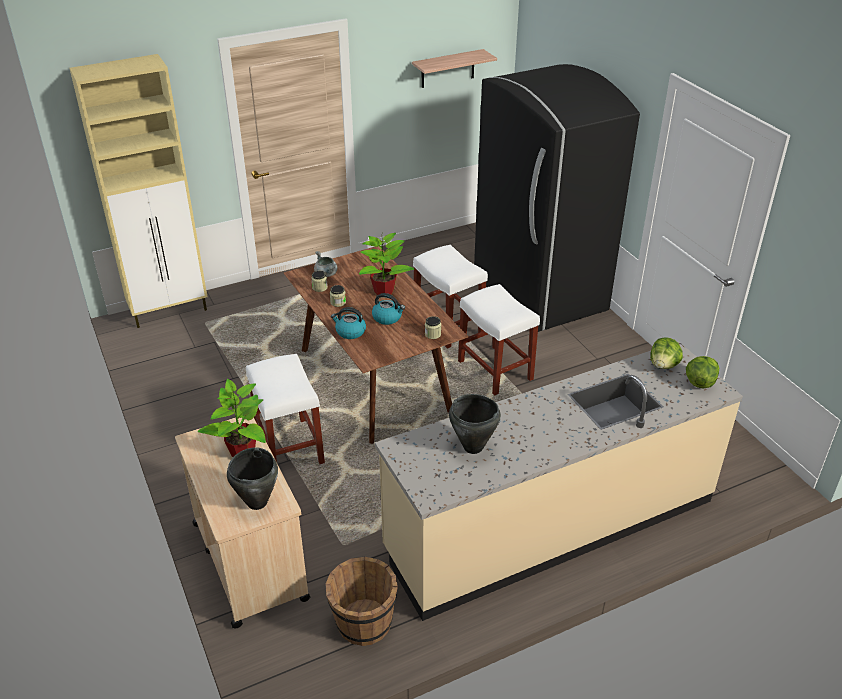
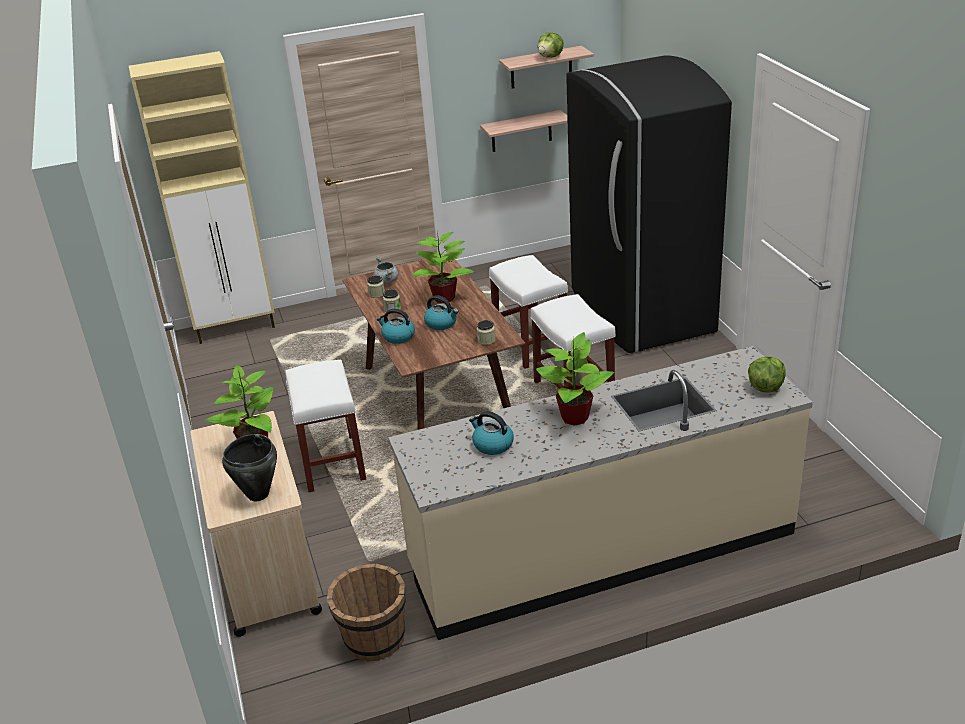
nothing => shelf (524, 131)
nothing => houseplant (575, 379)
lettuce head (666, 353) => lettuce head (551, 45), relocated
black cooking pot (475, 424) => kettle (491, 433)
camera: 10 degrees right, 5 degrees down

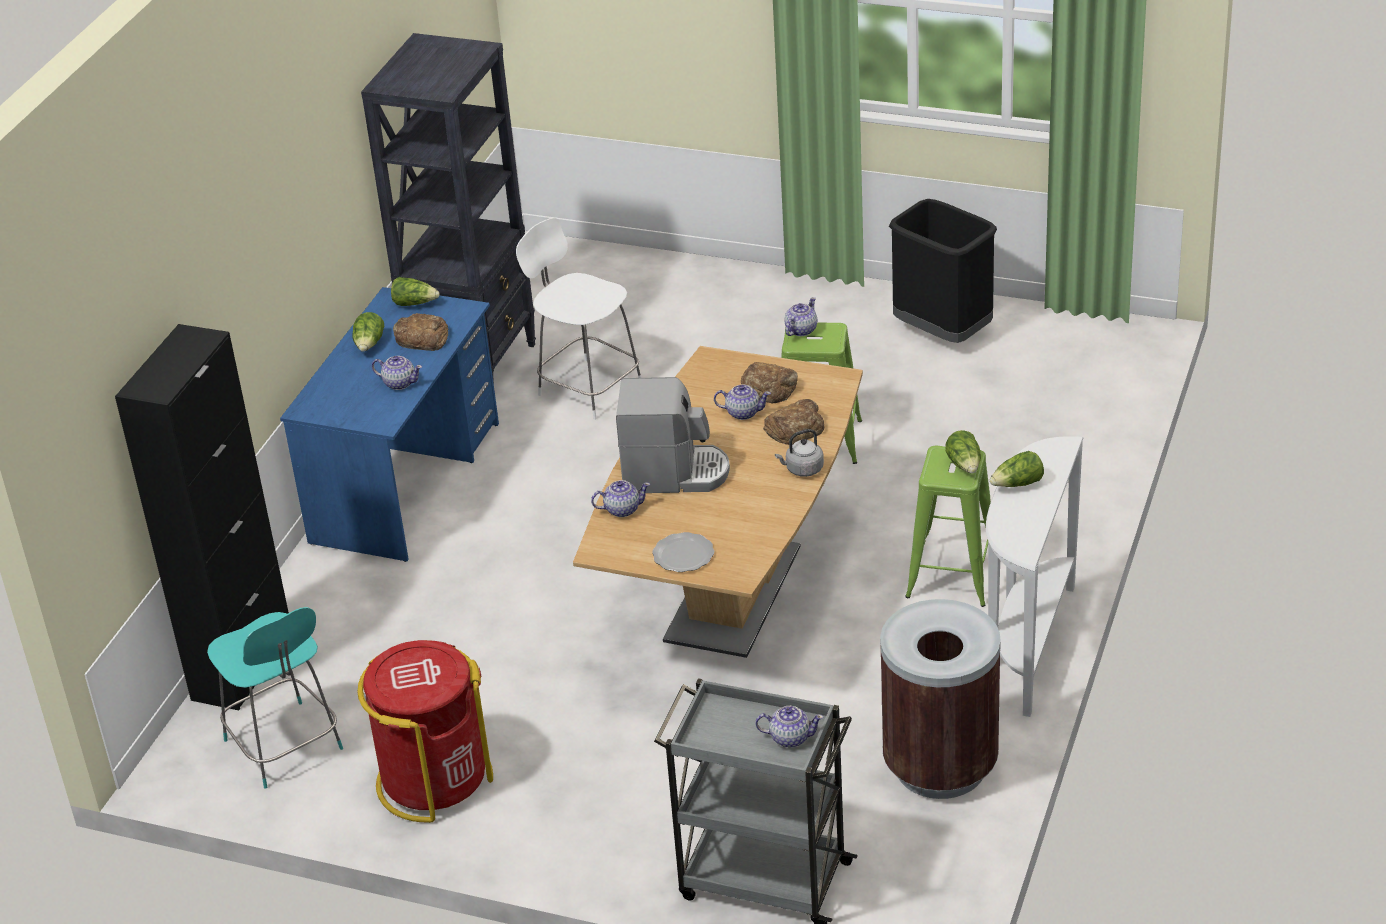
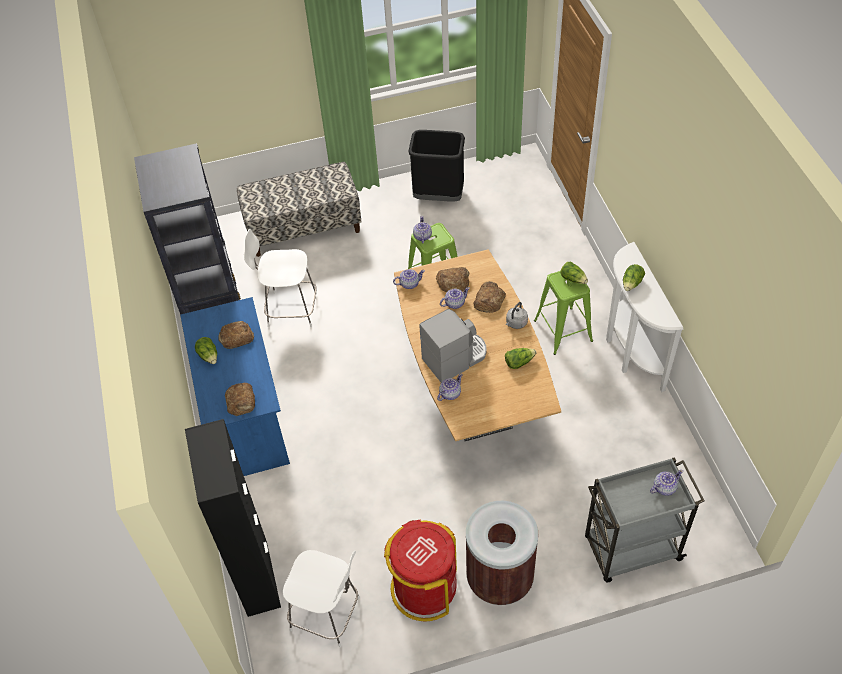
flat dish (683, 552) => nothing
nothing => bread (240, 399)
nothing => long seat (299, 209)
tea pot (397, 373) => tea pot (409, 279), relocated
lettuce head (415, 291) => lettuce head (520, 358), relocated
brownish trash can (940, 699) => brownish trash can (502, 553), relocated
blue-green plain chair (275, 698) => whitish plain chair (321, 598)
camera: 35 degrees left, 15 degrees up

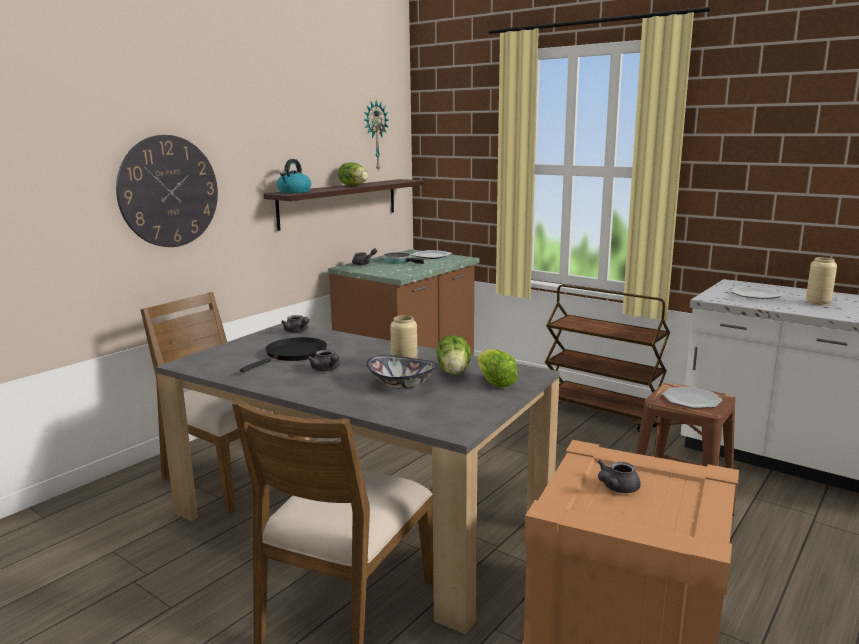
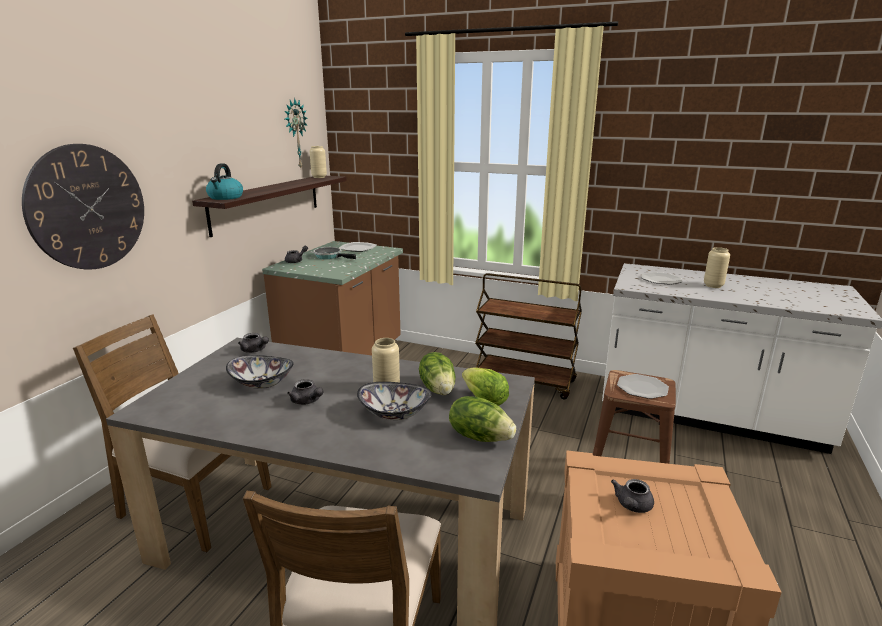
nothing => beige vase (318, 162)
lettuce head (353, 174) => lettuce head (482, 419), relocated
black frying pan (283, 354) => serving bowl (260, 372)
camera: 15 degrees left, 5 degrees up

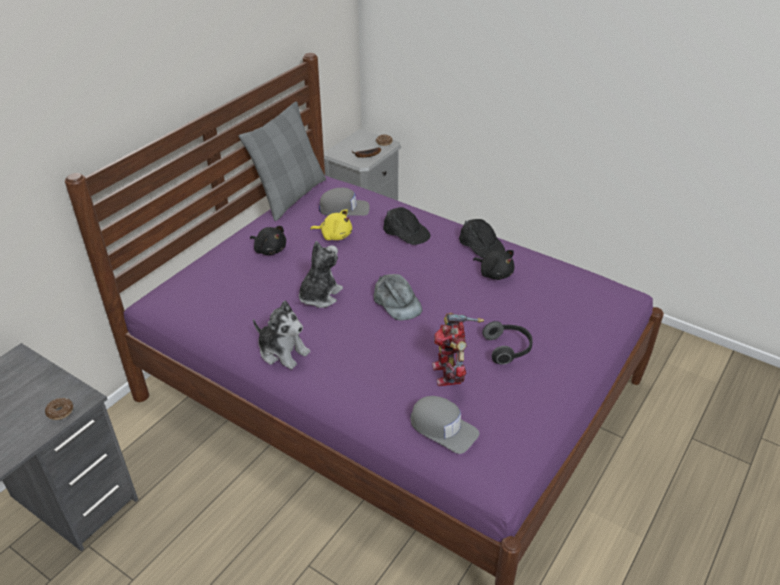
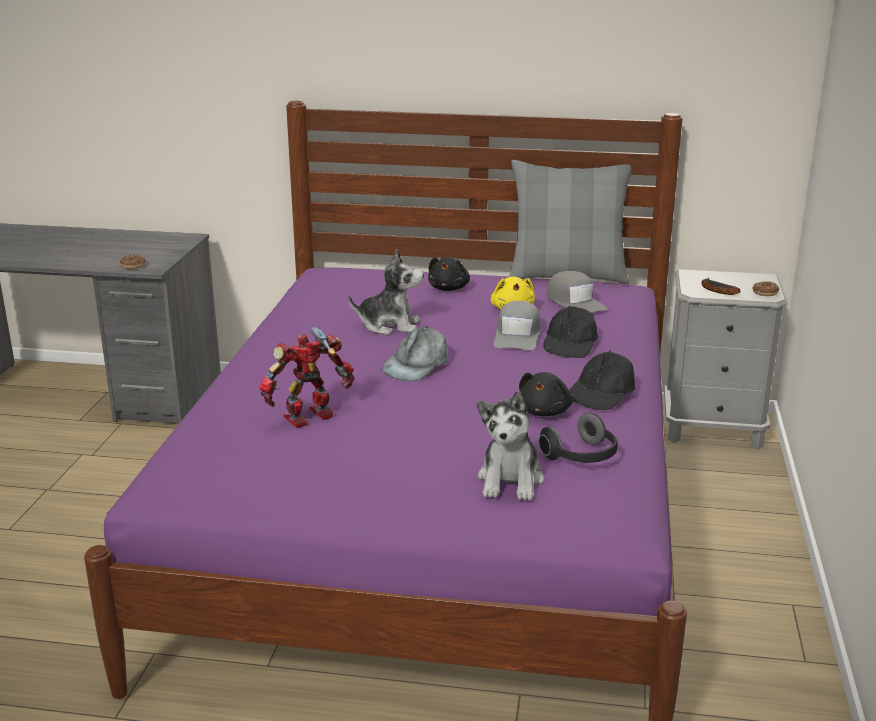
cuddly toy (281, 335) => cuddly toy (510, 445), relocated
grey baseball cap (444, 425) => grey baseball cap (517, 325), relocated
pair of headphones (507, 342) => pair of headphones (578, 438), relocated
camera: 65 degrees right, 15 degrees down

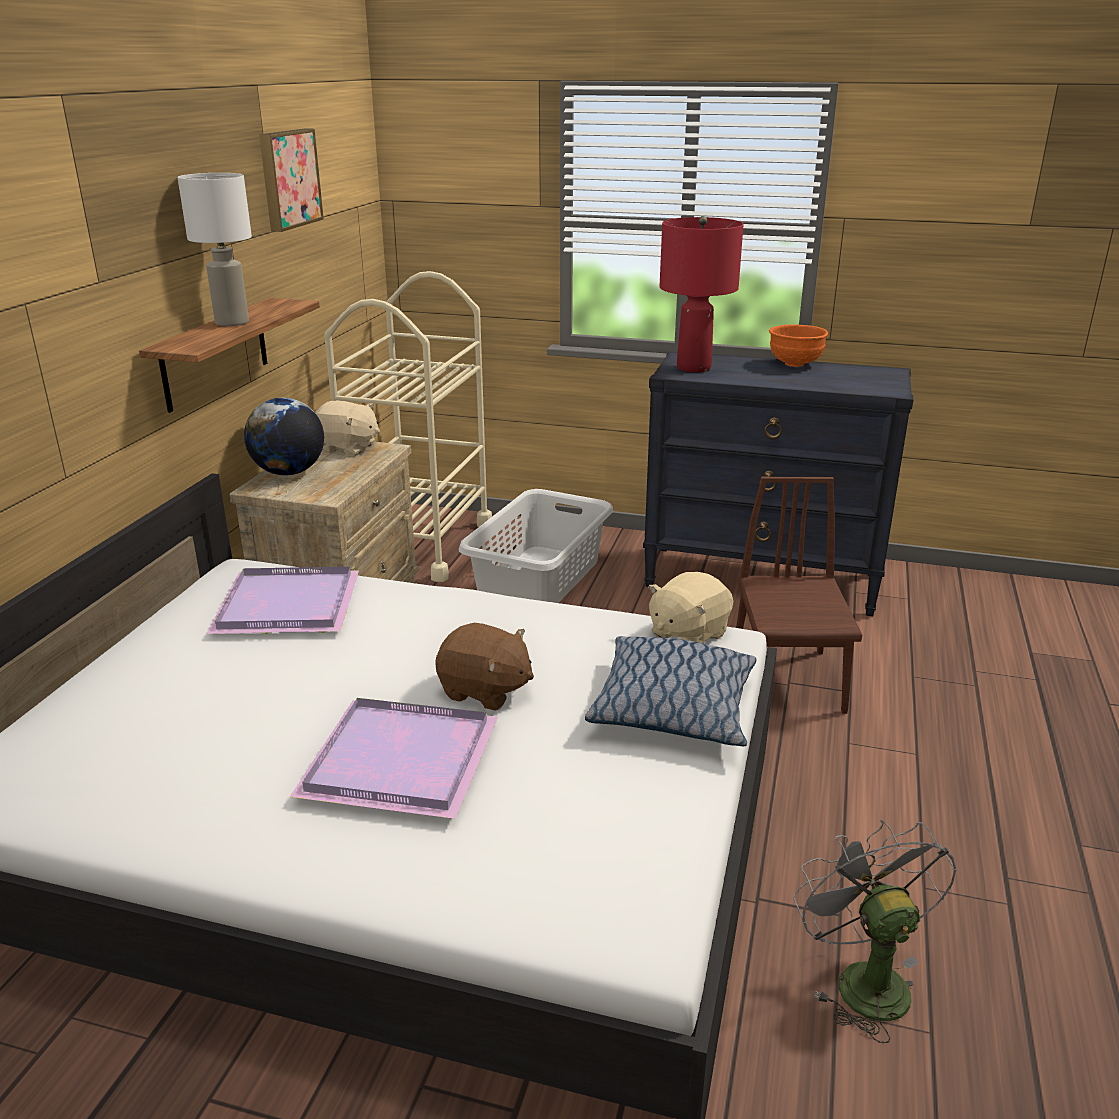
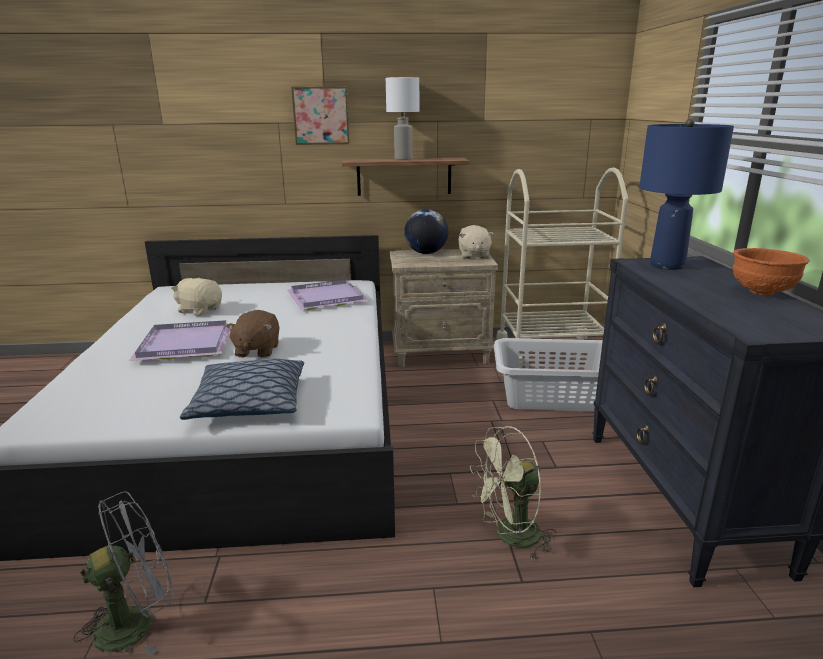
wall art (291, 180) => wall art (320, 115), relocated
beige cuddly toy (690, 608) => beige cuddly toy (196, 296), relocated
brownish plain chair (799, 595) => greenish fan (513, 493)
red-coloured lamp for a table (701, 294) => blue lamp for a table (686, 194)
camera: 70 degrees right, 5 degrees down

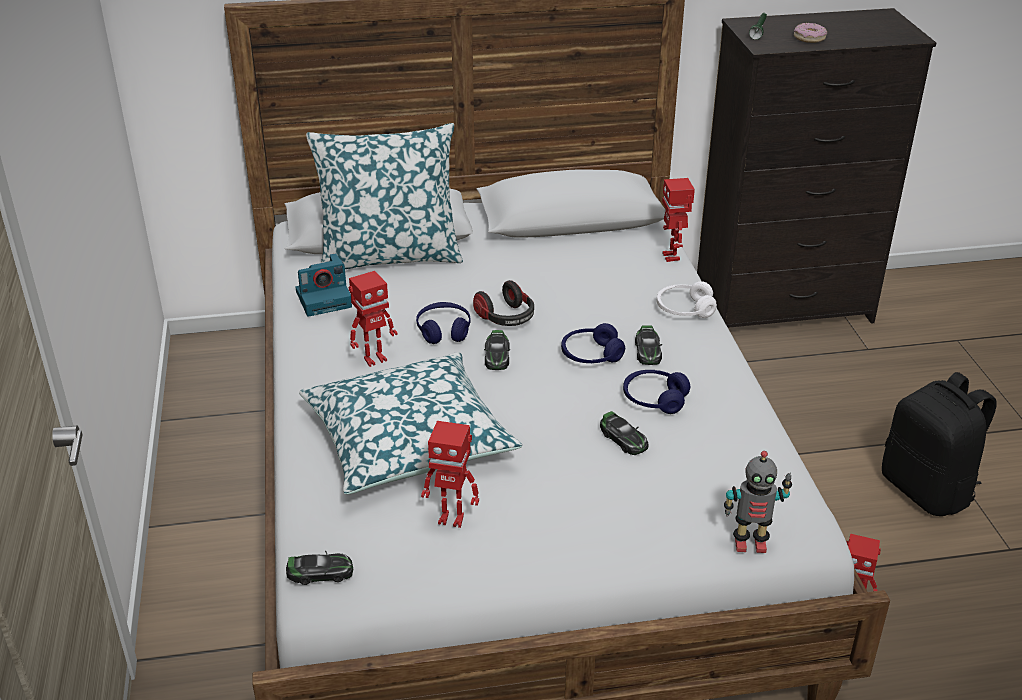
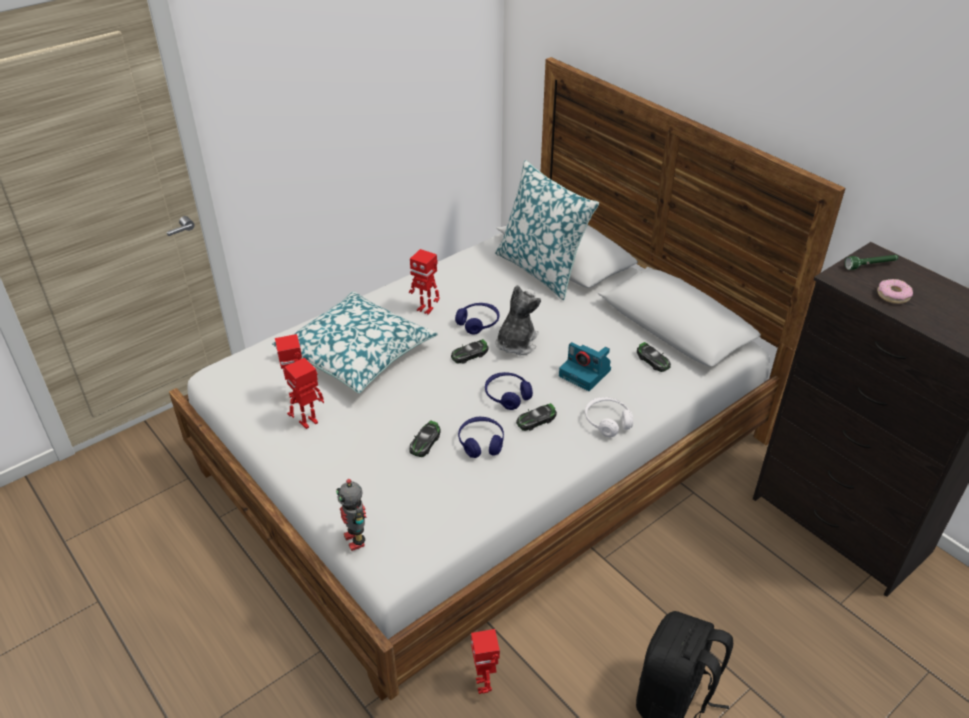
model car (319, 568) => model car (654, 357), relocated
still camera (324, 285) => still camera (585, 366), relocated
toy robot (678, 220) => toy robot (304, 393), relocated
pair of headphones (503, 303) => cuddly toy (518, 320)
camera: 60 degrees right, 5 degrees up

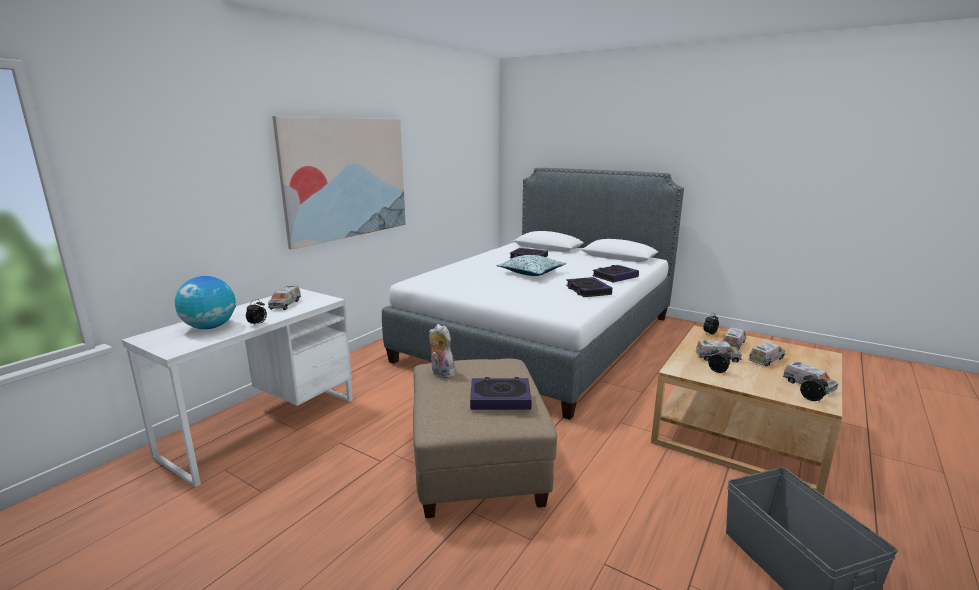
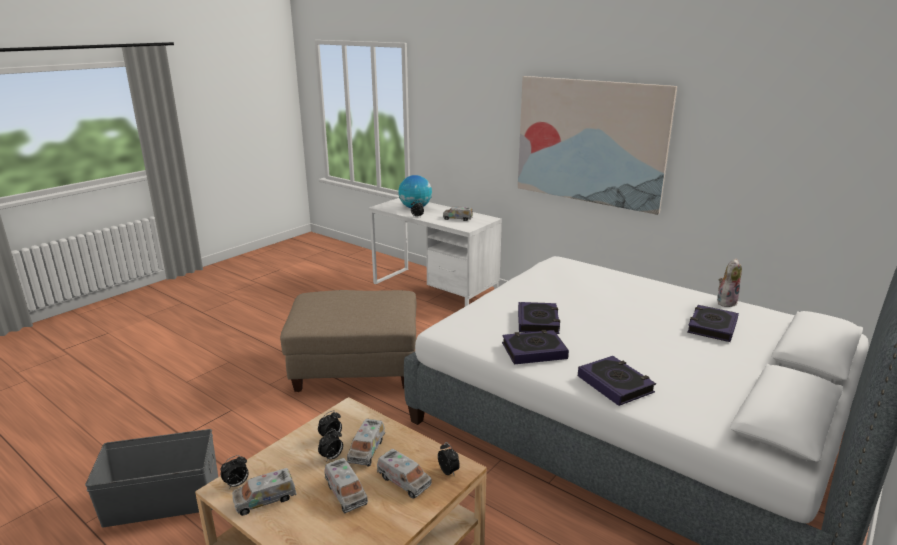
cushion (531, 265) => nothing
nothing => bedside clock (330, 445)
cuddly toy (443, 351) => cuddly toy (729, 282), relocated
book (501, 393) => book (539, 318), relocated
camera: 95 degrees right, 5 degrees up

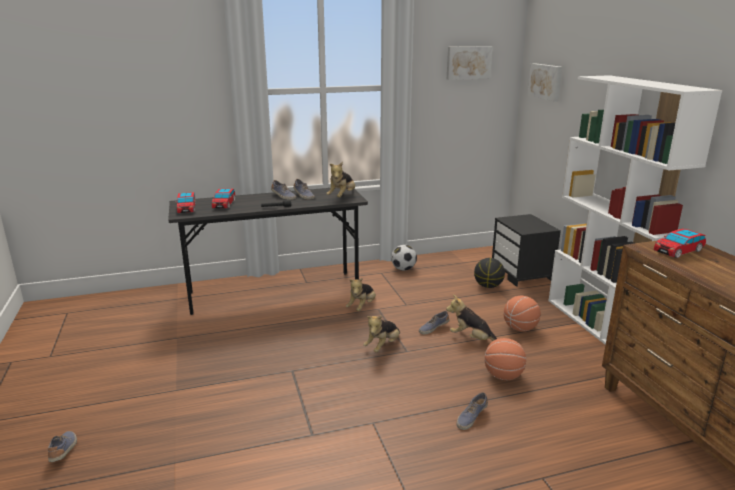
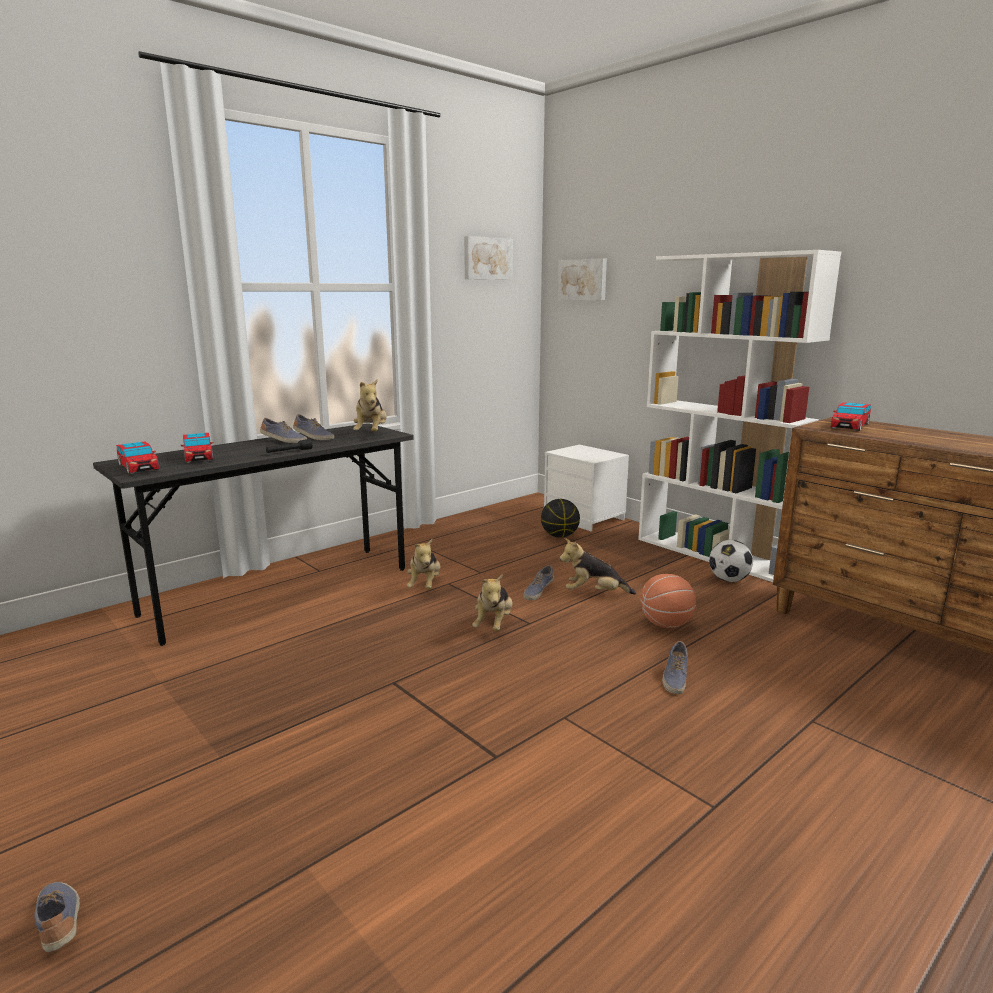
basketball (522, 314) => nothing
football ball (404, 258) => football ball (731, 561), relocated
black night table (526, 250) => whitish night table (586, 488)
camera: 25 degrees left, 5 degrees down

